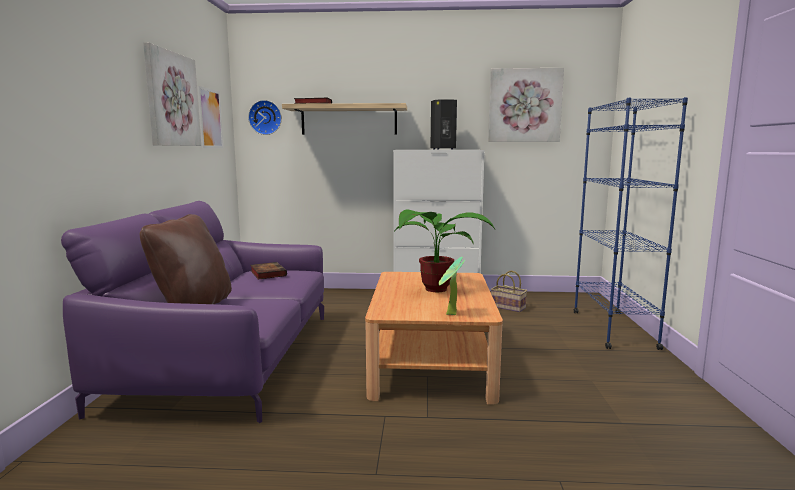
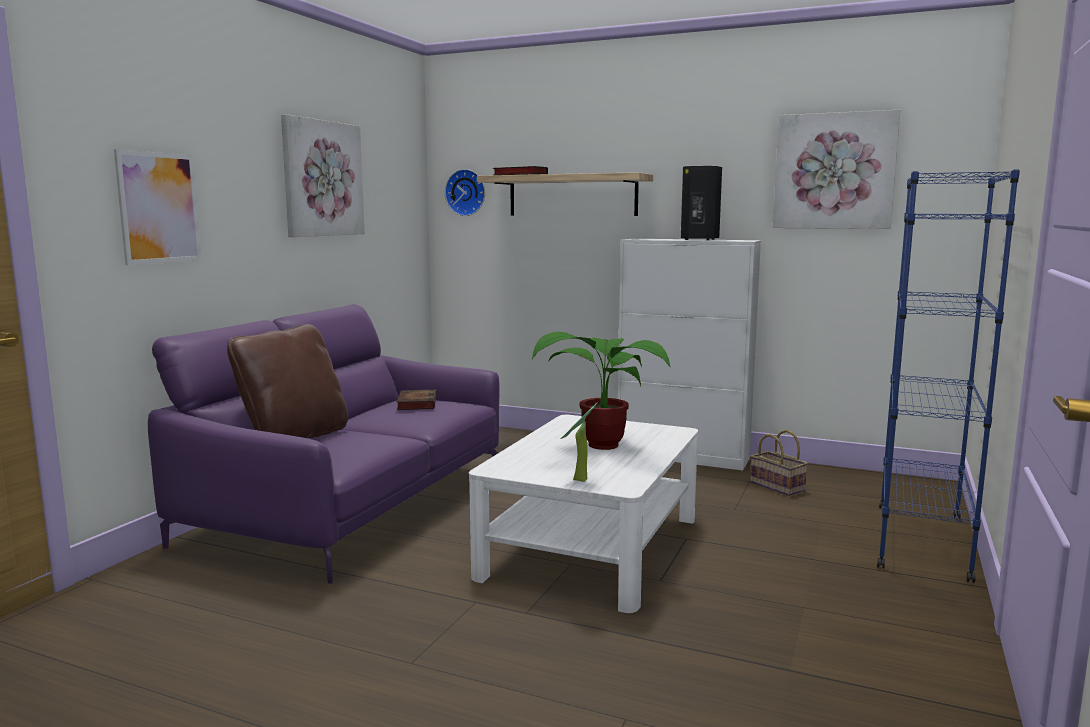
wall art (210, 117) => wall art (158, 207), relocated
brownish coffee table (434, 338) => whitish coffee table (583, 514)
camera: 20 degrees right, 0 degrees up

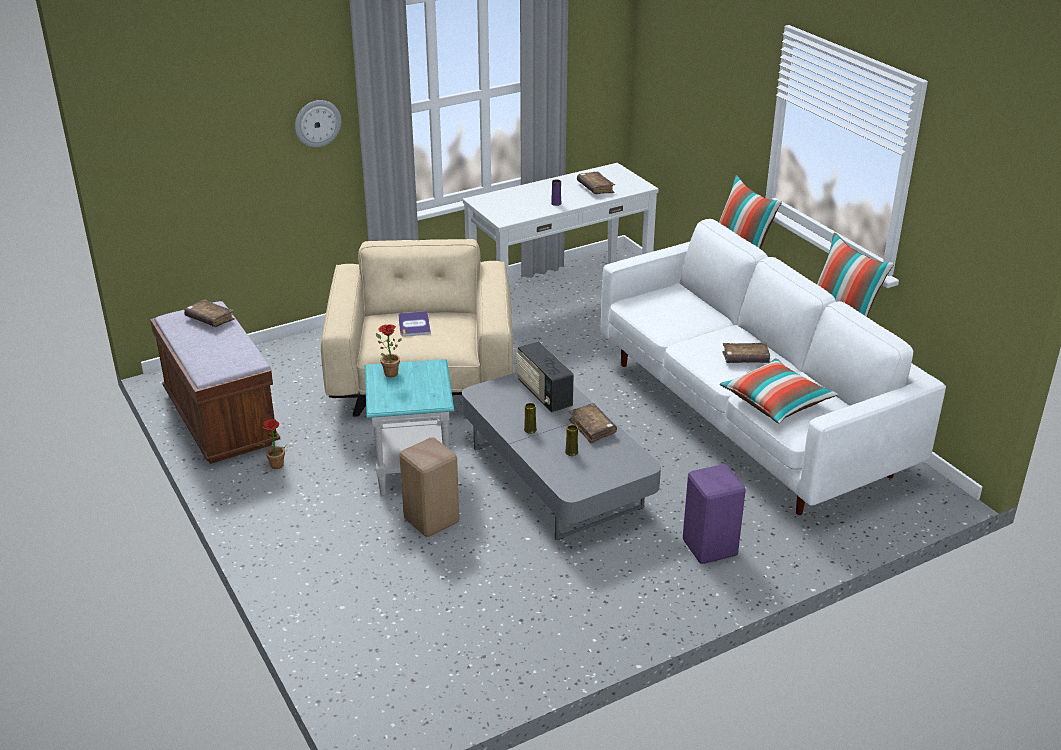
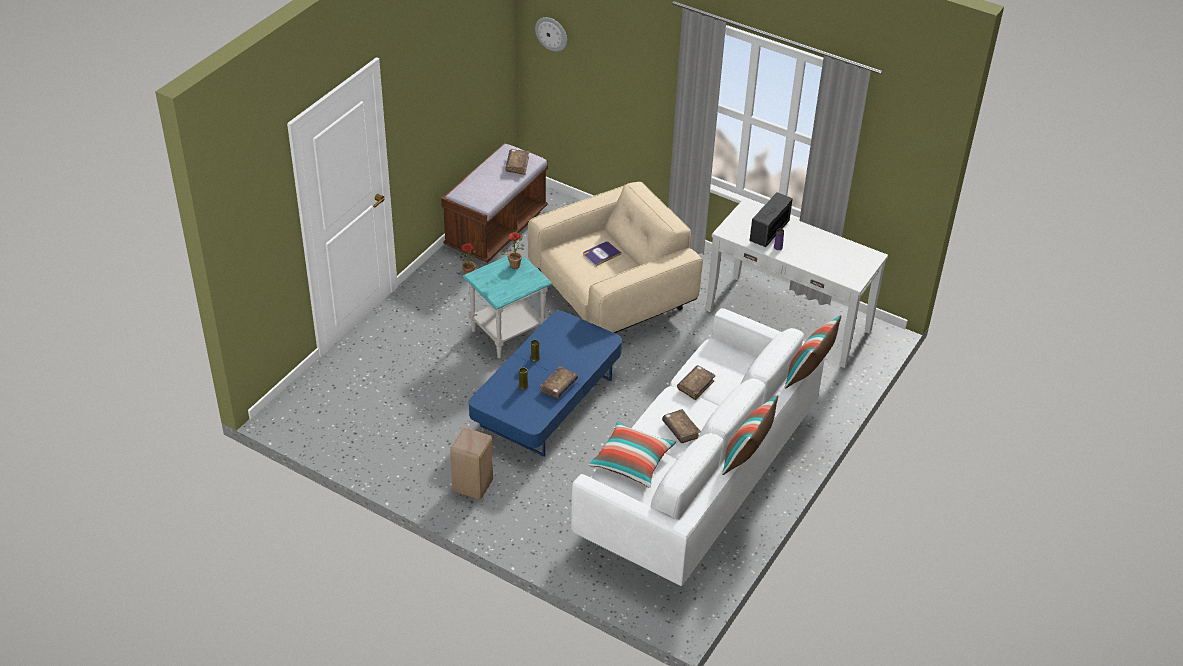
purplish sitting stool (714, 514) => nothing
wall clock (318, 123) => wall clock (551, 34), relocated
beige sitting stool (429, 487) => beige sitting stool (471, 464), relocated
radio (545, 376) => radio (771, 219), relocated
brownish book (596, 183) => brownish book (696, 382), relocated
grey coffee table (561, 456) => blue coffee table (545, 384)
camera: 60 degrees right, 10 degrees up

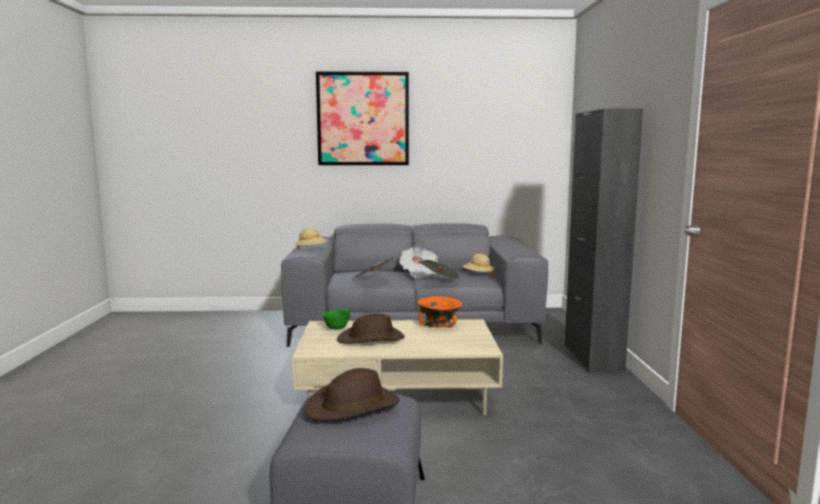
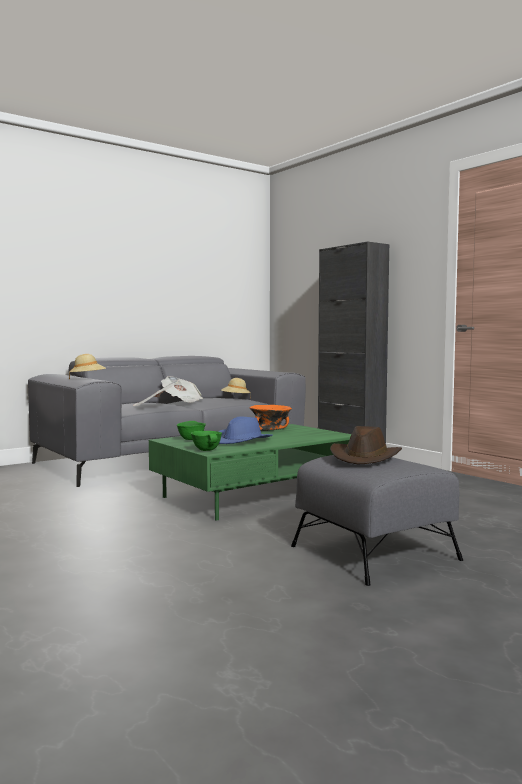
wall art (362, 118) => nothing
printed paper (439, 269) => nothing
nothing => greenish serving bowl (206, 441)
beige coffee table (397, 367) => greenish coffee table (250, 472)
brownish hat (371, 329) => blue hat (245, 430)
camera: 35 degrees left, 5 degrees down

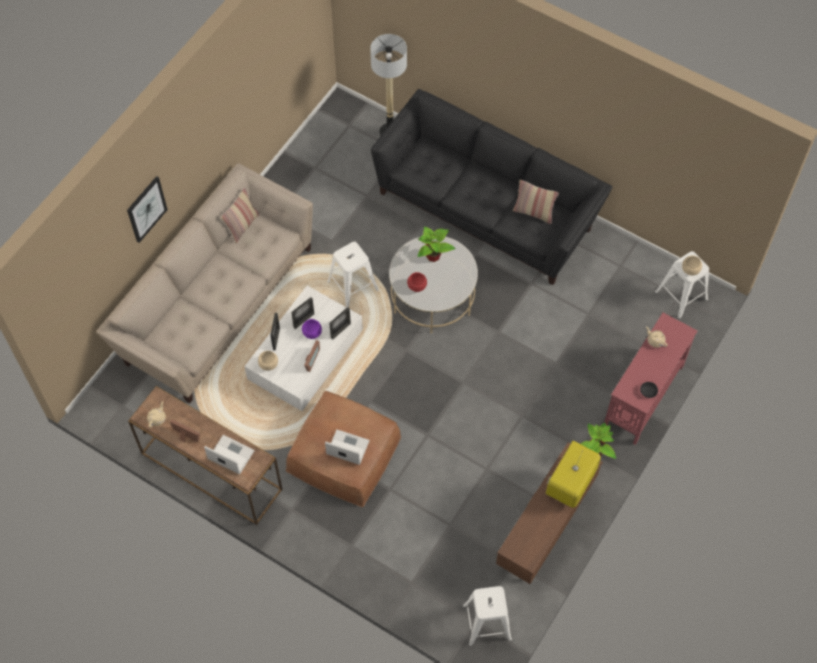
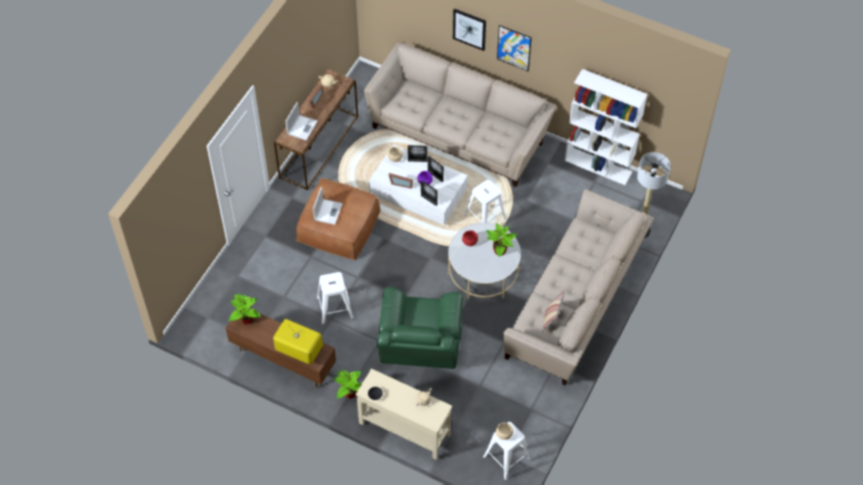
cushion (240, 216) => nothing
nothing => houseplant (245, 309)
nothing => greenish lounge chair (420, 327)
nothing => wall art (514, 48)
nothing => whitish bookshelf (605, 127)
whitish sitting stool (487, 616) => whitish sitting stool (335, 298), relocated
black couch (492, 187) => beige couch (578, 287)
red-coloured hall table (651, 379) => beige hall table (404, 414)
camera: 85 degrees right, 5 degrees down

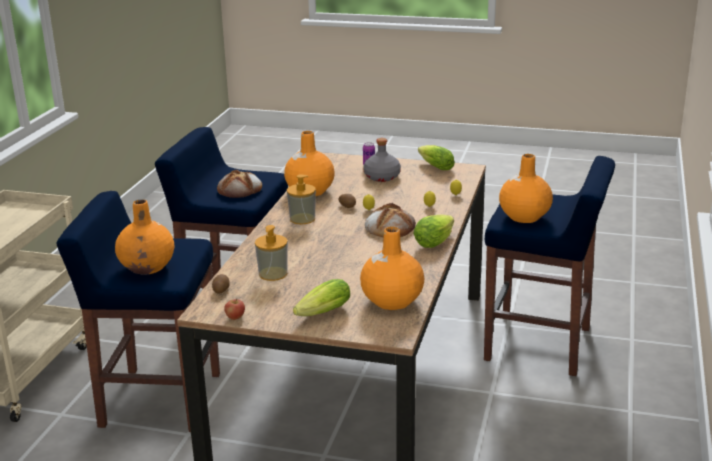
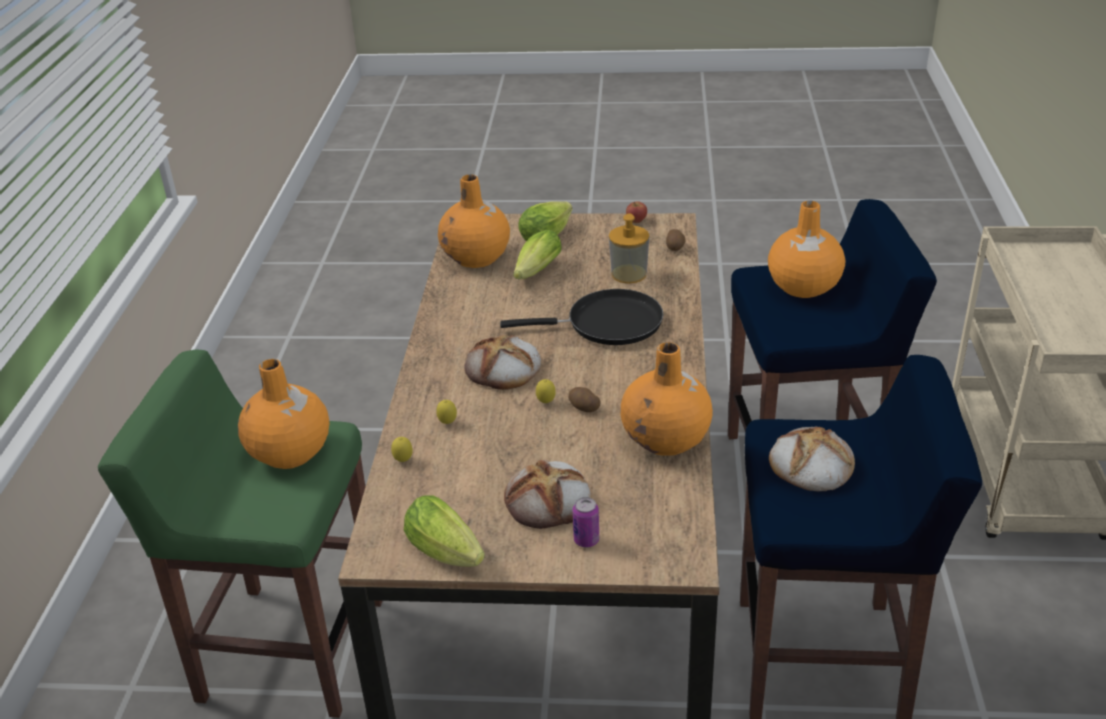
liquid soap bottle (301, 199) => nothing
nothing => black frying pan (582, 317)
lettuce head (434, 231) => lettuce head (537, 255), relocated
grey drink bottle (382, 160) => bread (548, 494)
blue sitting stool (549, 266) => greenish sitting stool (240, 534)
camera: 170 degrees right, 10 degrees up

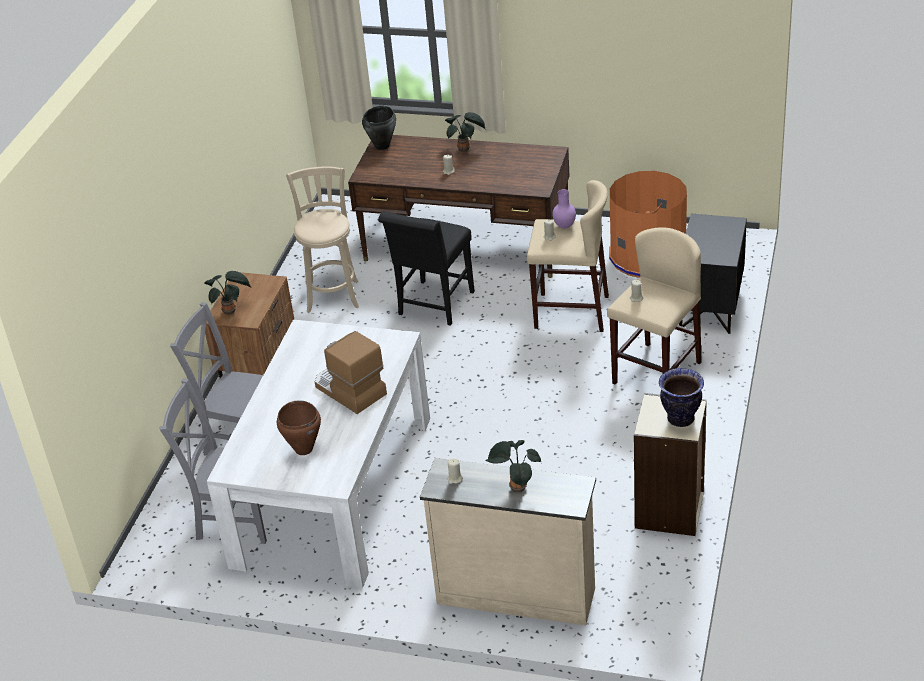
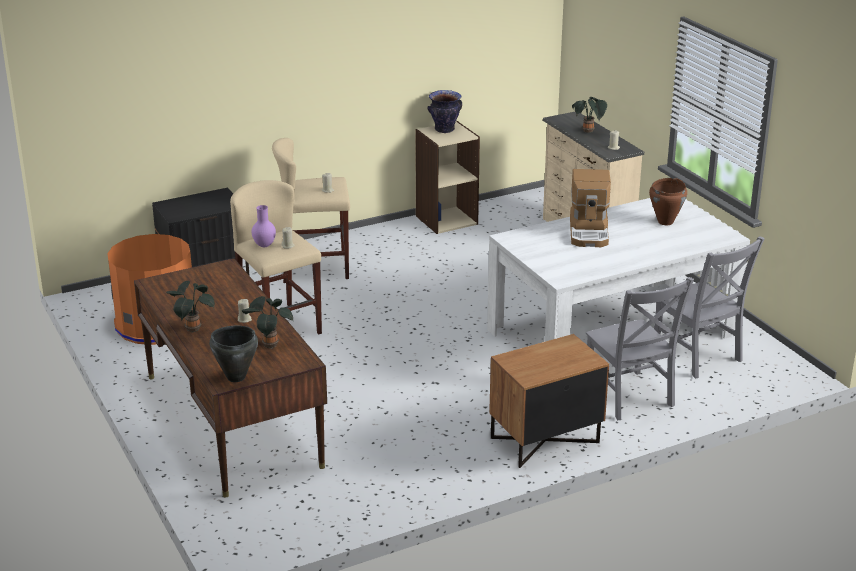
beige sitting stool (322, 240) => nothing
black plain chair (426, 269) => nothing
houseplant (227, 293) => houseplant (267, 322), relocated
camera: 135 degrees left, 10 degrees down

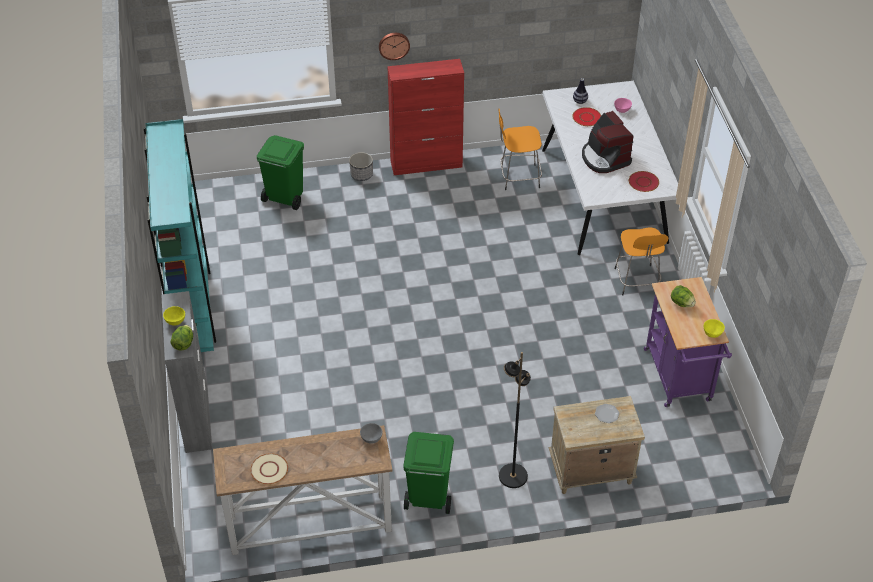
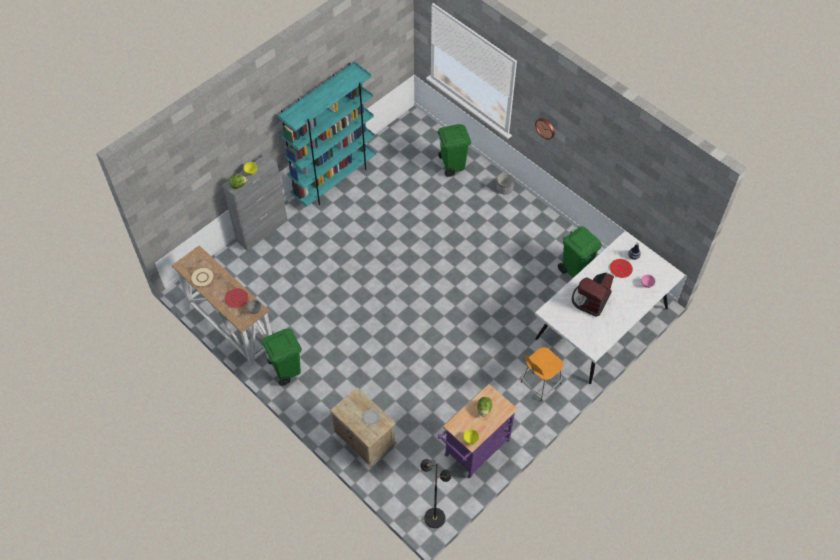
red-coloured cupboard (425, 117) => nothing
black floor lamp (515, 420) => black floor lamp (436, 493), relocated
red-coloured flat dish (644, 181) => red-coloured flat dish (237, 298), relocated
orange sitting stool (520, 149) => greenish trash can (580, 252)
camera: 55 degrees right, 10 degrees up

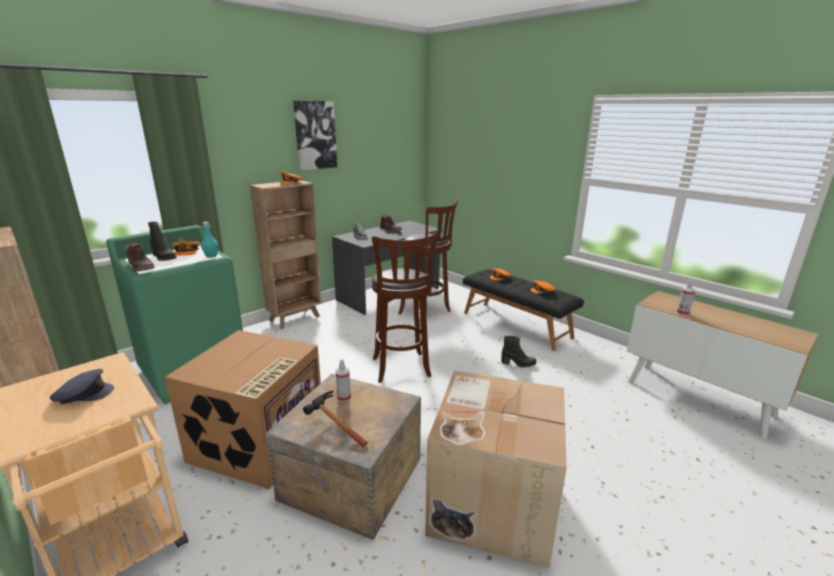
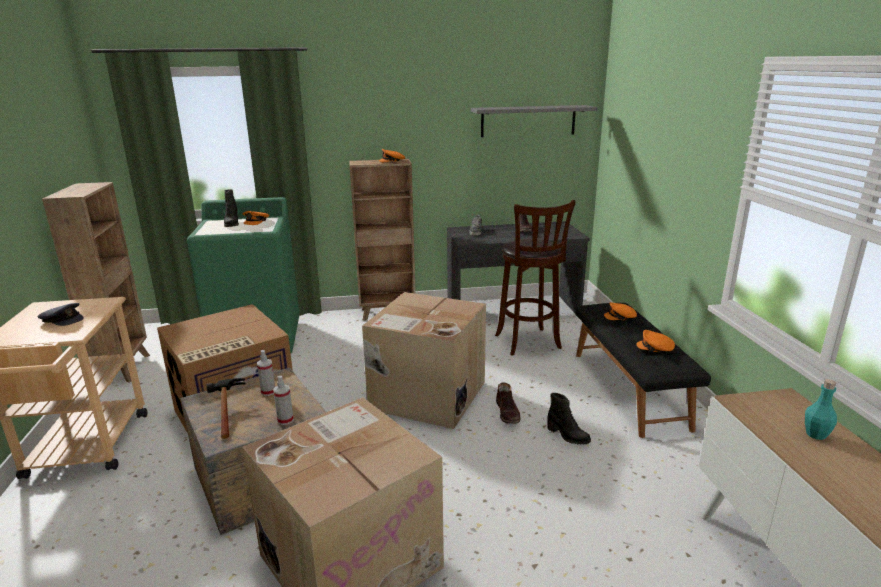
wall art (315, 135) => nothing
nothing => grey shelf (534, 121)
brownish tall boot (140, 256) => brownish tall boot (508, 403), relocated
blue-green drink bottle (209, 240) => blue-green drink bottle (821, 409), relocated
spray bottle (686, 298) => spray bottle (283, 400), relocated
brownish sitting stool (404, 308) => packing box (424, 360)
camera: 35 degrees right, 0 degrees up

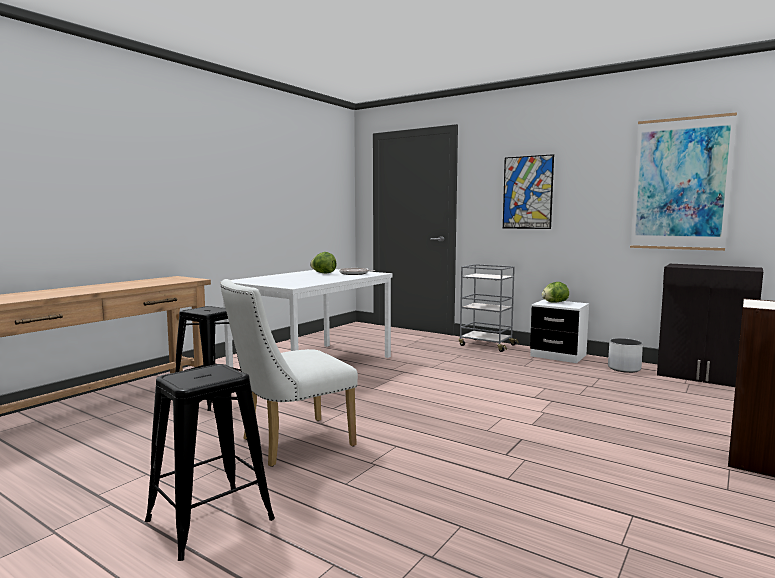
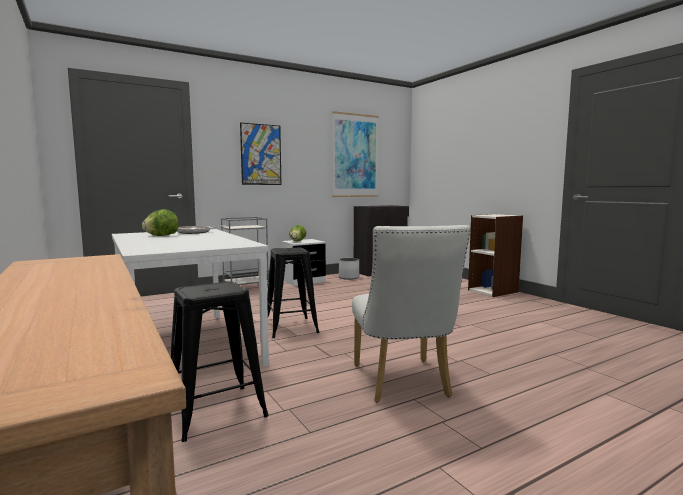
black sitting stool (210, 462) => black sitting stool (293, 292), relocated
camera: 65 degrees left, 0 degrees up

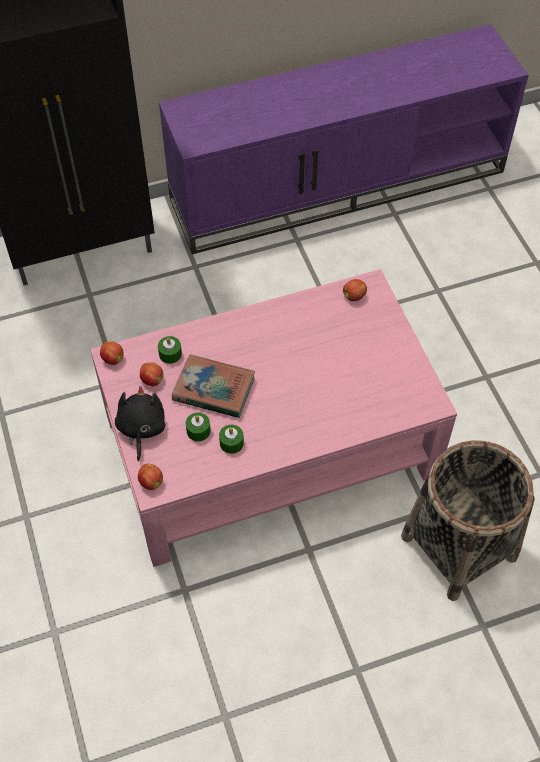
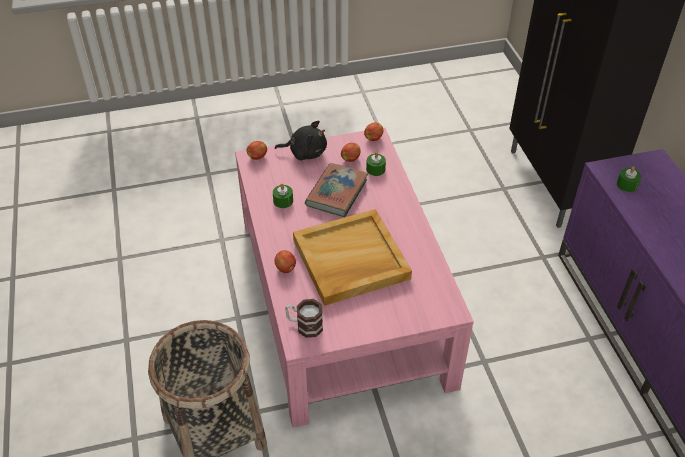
nothing => tea mug (304, 318)
nothing => beige serving tray (352, 257)
greenish wax light (198, 427) => greenish wax light (629, 179), relocated
apple (355, 290) => apple (285, 261), relocated
camera: 95 degrees right, 10 degrees down

